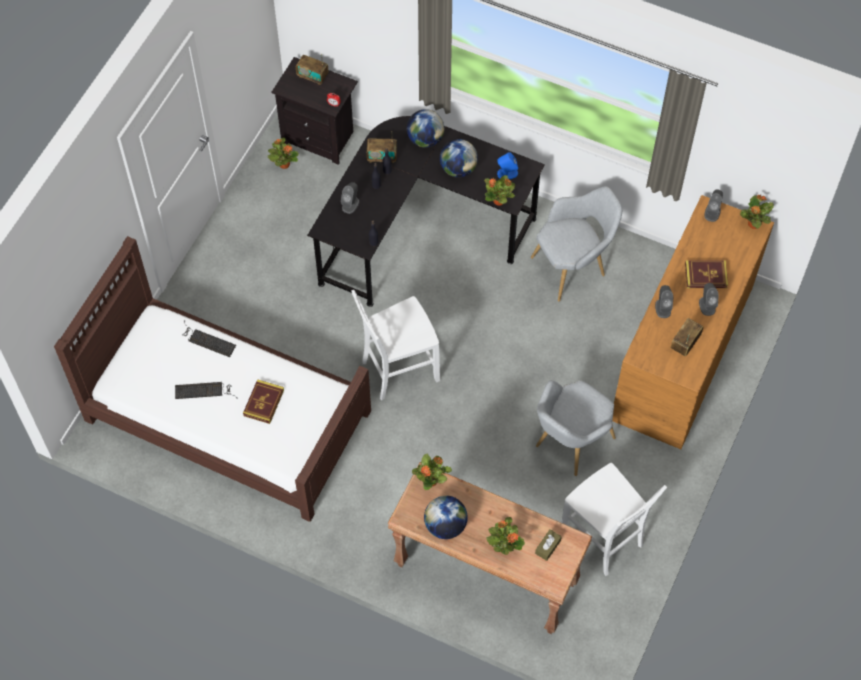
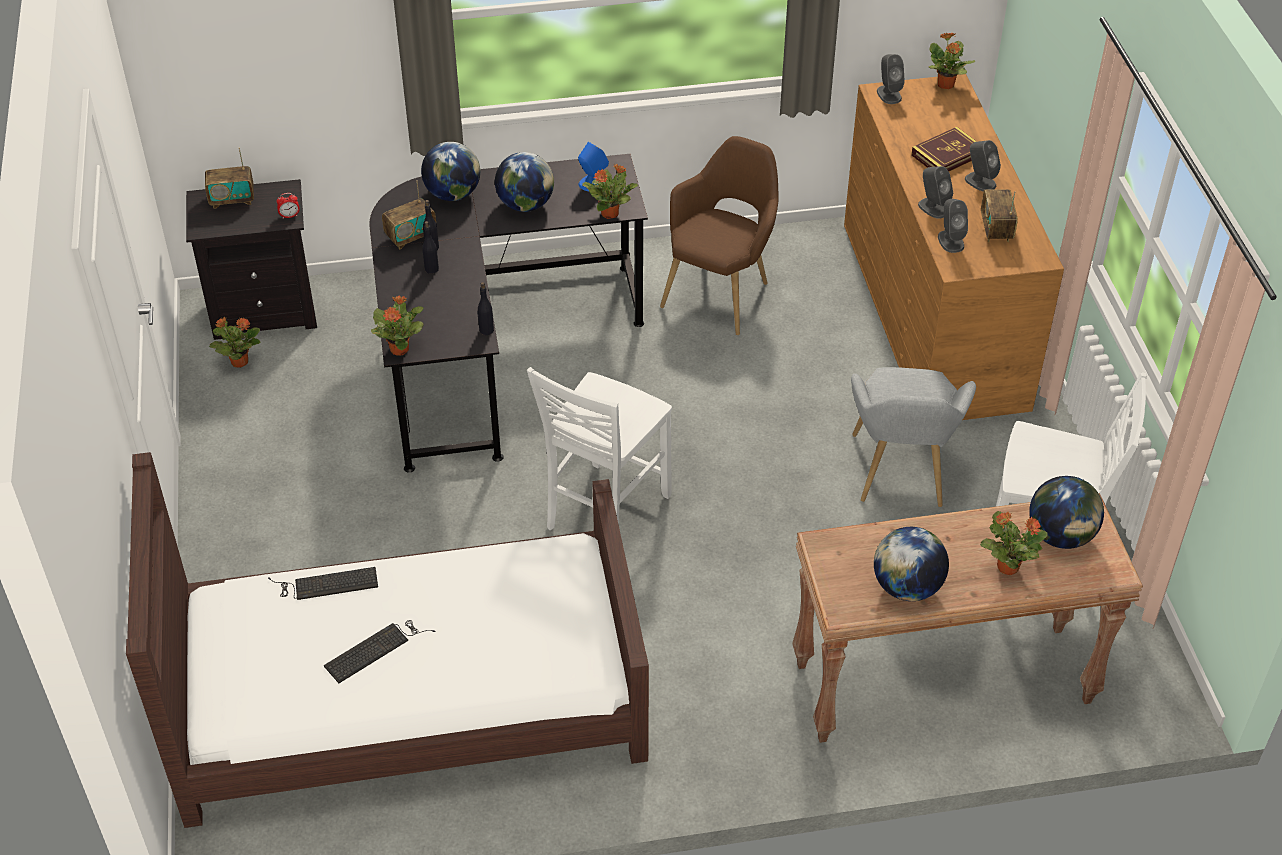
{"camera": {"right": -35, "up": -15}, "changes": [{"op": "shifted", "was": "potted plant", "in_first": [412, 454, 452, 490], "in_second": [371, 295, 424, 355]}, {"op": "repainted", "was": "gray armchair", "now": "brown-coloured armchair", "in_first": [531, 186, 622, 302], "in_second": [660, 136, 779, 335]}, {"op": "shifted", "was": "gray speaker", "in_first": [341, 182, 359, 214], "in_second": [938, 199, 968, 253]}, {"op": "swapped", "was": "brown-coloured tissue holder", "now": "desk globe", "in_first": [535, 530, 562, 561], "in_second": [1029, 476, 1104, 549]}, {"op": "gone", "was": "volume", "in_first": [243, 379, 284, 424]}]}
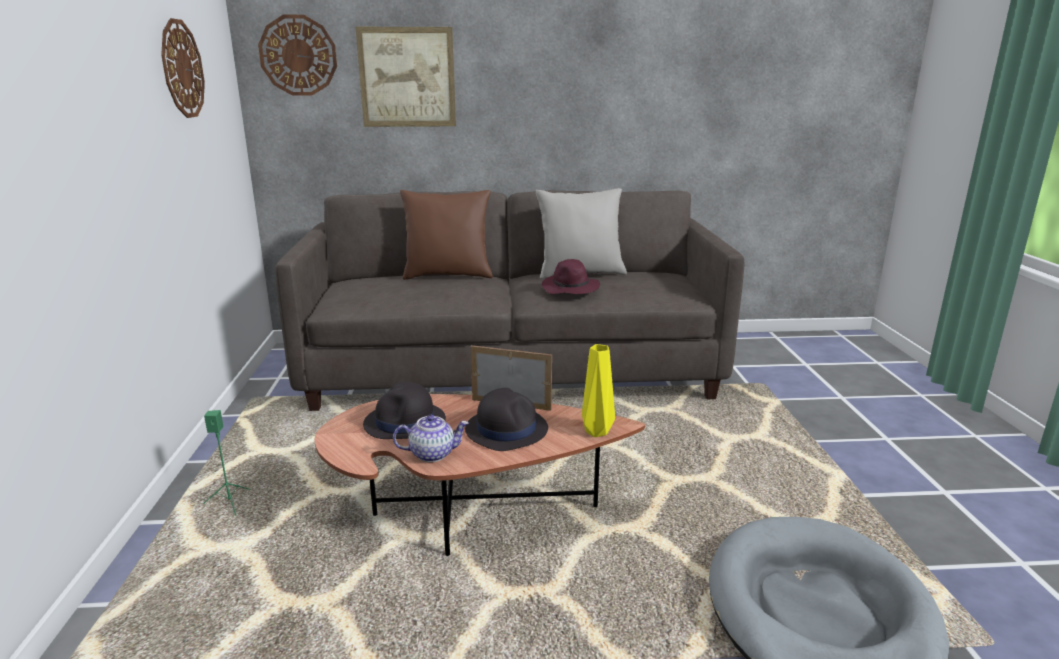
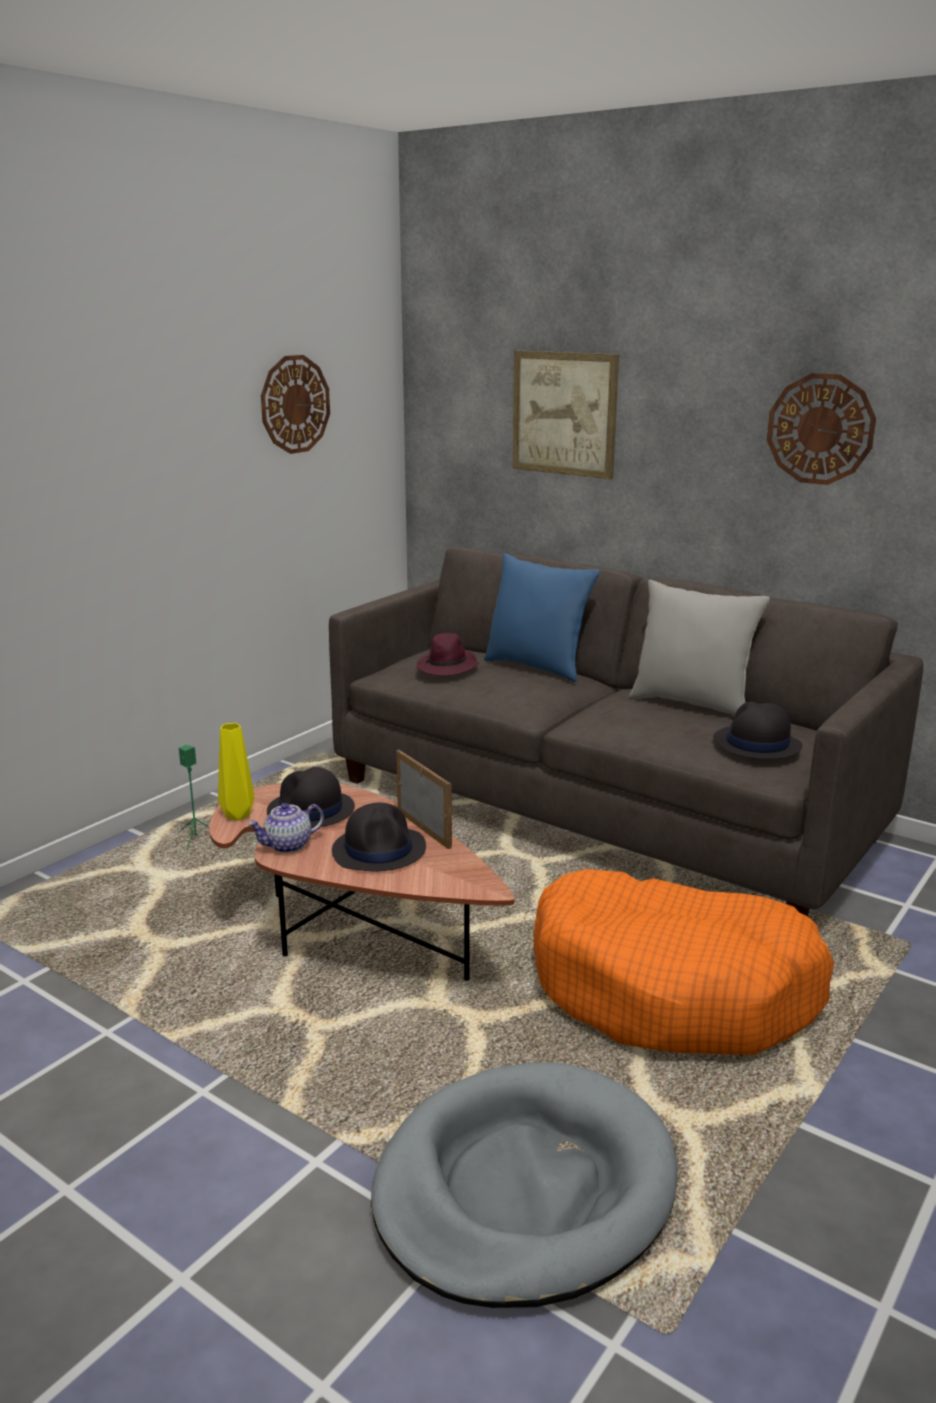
{"camera": {"right": 40, "up": 0}, "changes": [{"op": "shifted", "was": "yellow-coloured vase", "in_first": [582, 344, 615, 437], "in_second": [218, 723, 254, 820]}, {"op": "rotated", "was": "pot for tea", "in_first": [393, 415, 469, 462], "in_second": [248, 803, 324, 853], "clockwise": 120}, {"op": "shifted", "was": "purple hat", "in_first": [542, 259, 600, 294], "in_second": [416, 633, 479, 676]}, {"op": "repainted", "was": "brown-coloured throw pillow", "now": "blue throw pillow", "in_first": [400, 190, 493, 280], "in_second": [484, 553, 600, 682]}, {"op": "new", "now": "orange pet bed", "in_second": [533, 869, 834, 1055]}, {"op": "new", "now": "blackish hat", "in_second": [713, 702, 802, 759]}, {"op": "shifted", "was": "wall clock", "in_first": [258, 15, 337, 96], "in_second": [767, 373, 876, 485]}]}
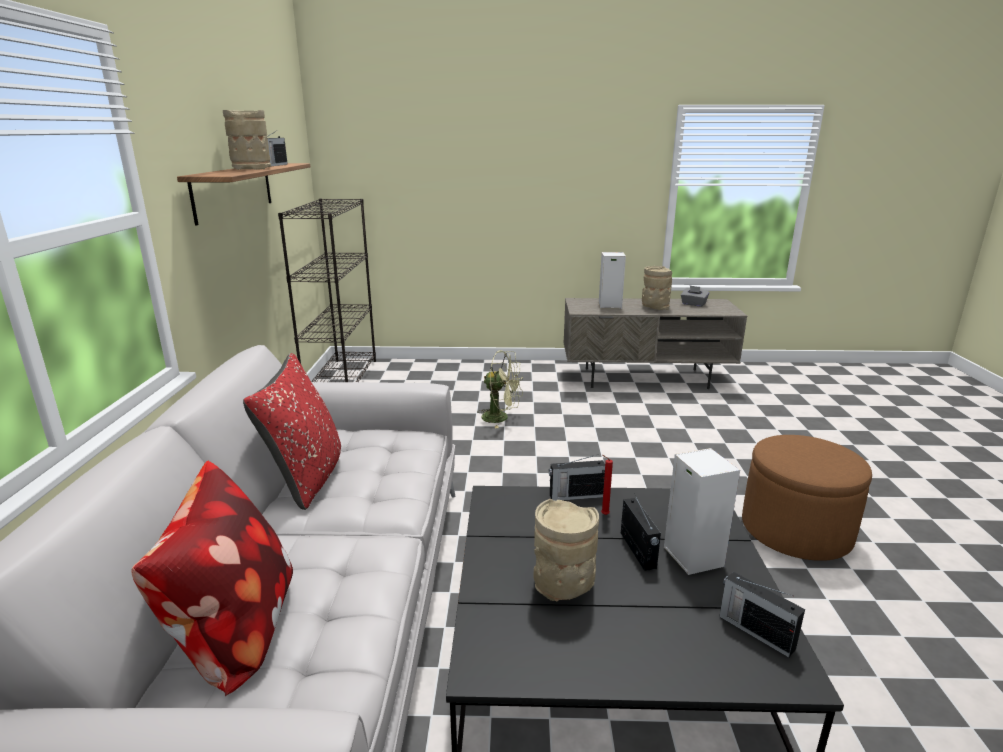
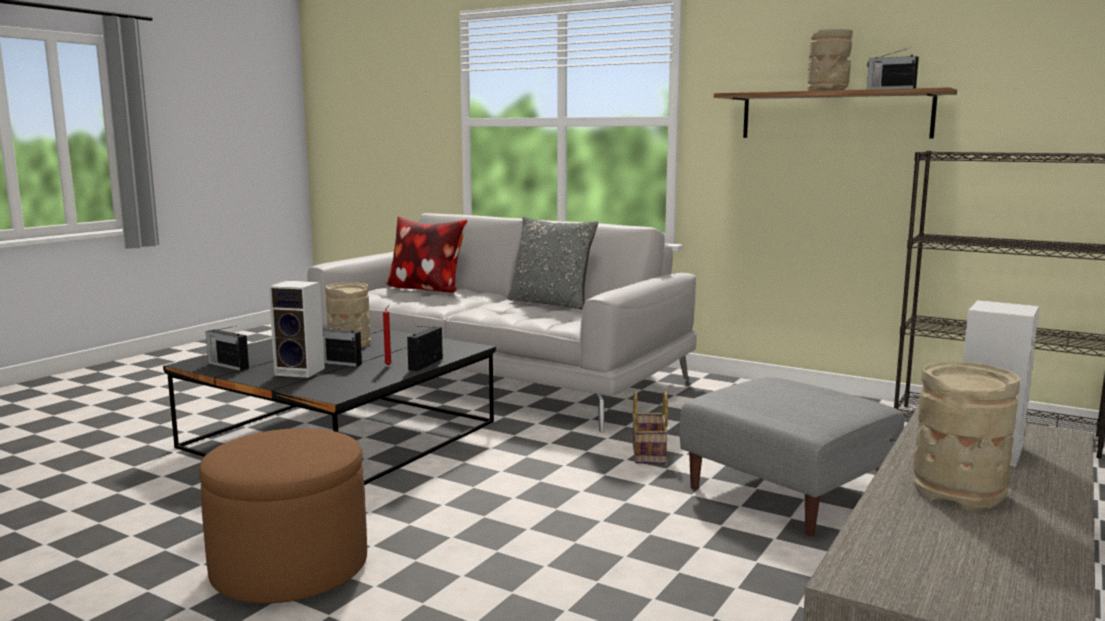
{"camera": {"right": 120, "up": -10}, "changes": [{"op": "rotated", "was": "radio", "in_first": [719, 572, 805, 658], "in_second": [206, 326, 249, 371], "clockwise": -135}, {"op": "repainted", "was": "reddish throw pillow", "now": "gray throw pillow", "in_first": [243, 353, 341, 510], "in_second": [508, 216, 598, 309]}, {"op": "new", "now": "basket", "in_second": [632, 390, 668, 464]}, {"op": "swapped", "was": "greenish cooling fan", "now": "gray footrest", "in_first": [477, 350, 523, 428], "in_second": [680, 377, 904, 536]}, {"op": "gone", "was": "gray tissue holder", "in_first": [681, 285, 709, 307]}]}
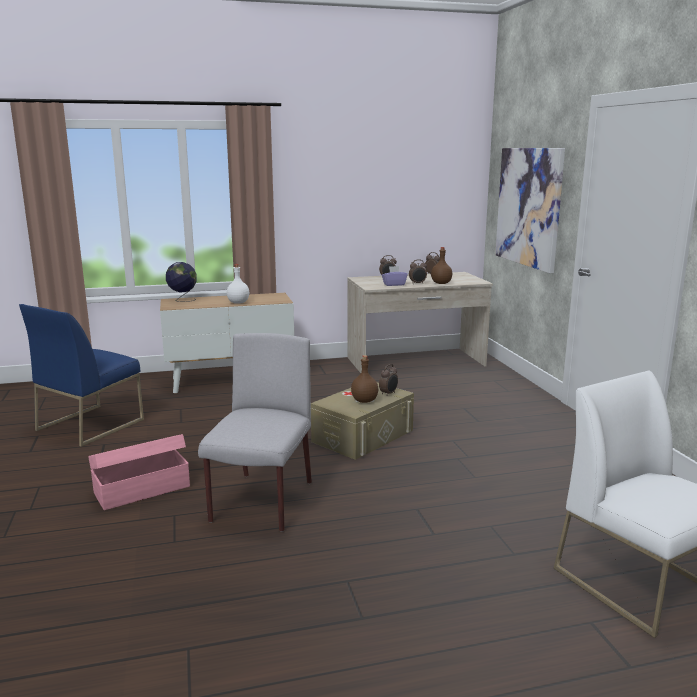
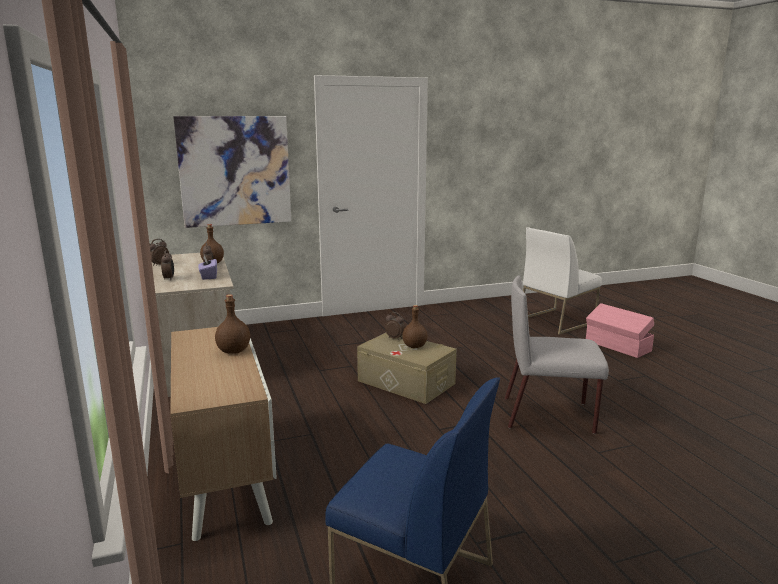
{"camera": {"right": -95, "up": 0}, "changes": [{"op": "repainted", "was": "white-coloured bottle", "now": "brown-coloured bottle", "in_first": [227, 264, 249, 304], "in_second": [215, 294, 250, 354]}, {"op": "shifted", "was": "pink storage box", "in_first": [88, 434, 190, 510], "in_second": [586, 303, 654, 358]}, {"op": "gone", "was": "desk globe", "in_first": [166, 262, 197, 302]}]}
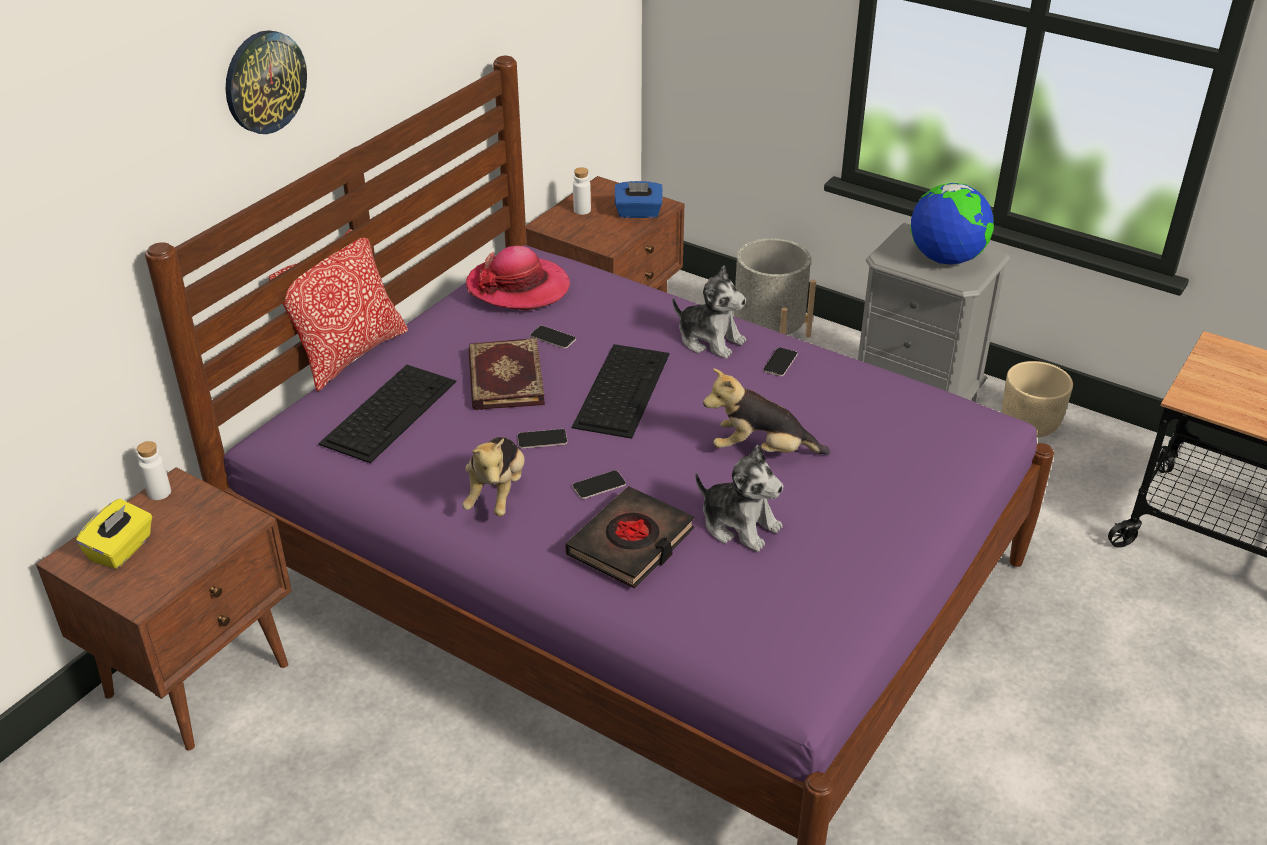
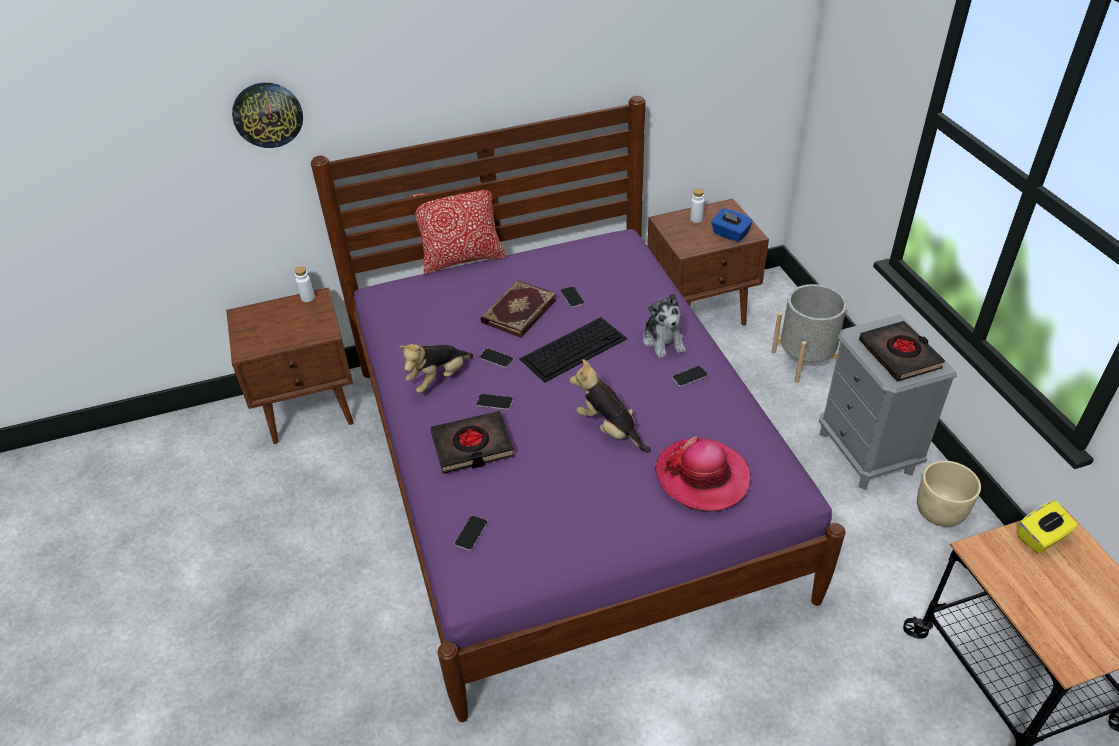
{"camera": {"right": 40, "up": 5}, "changes": [{"op": "shifted", "was": "wall clock", "in_first": [226, 30, 307, 134], "in_second": [232, 83, 303, 148]}, {"op": "new", "now": "handset", "in_second": [454, 516, 488, 550]}, {"op": "shifted", "was": "hat", "in_first": [466, 246, 570, 311], "in_second": [654, 436, 750, 511]}, {"op": "swapped", "was": "desk globe", "now": "blackish volume", "in_first": [911, 183, 994, 265], "in_second": [859, 321, 945, 381]}, {"op": "shifted", "was": "yellow-coloured tissue holder", "in_first": [76, 499, 152, 569], "in_second": [1018, 501, 1078, 554]}, {"op": "gone", "was": "computer keyboard", "in_first": [318, 365, 456, 463]}, {"op": "gone", "was": "cuddly toy", "in_first": [696, 445, 783, 552]}]}
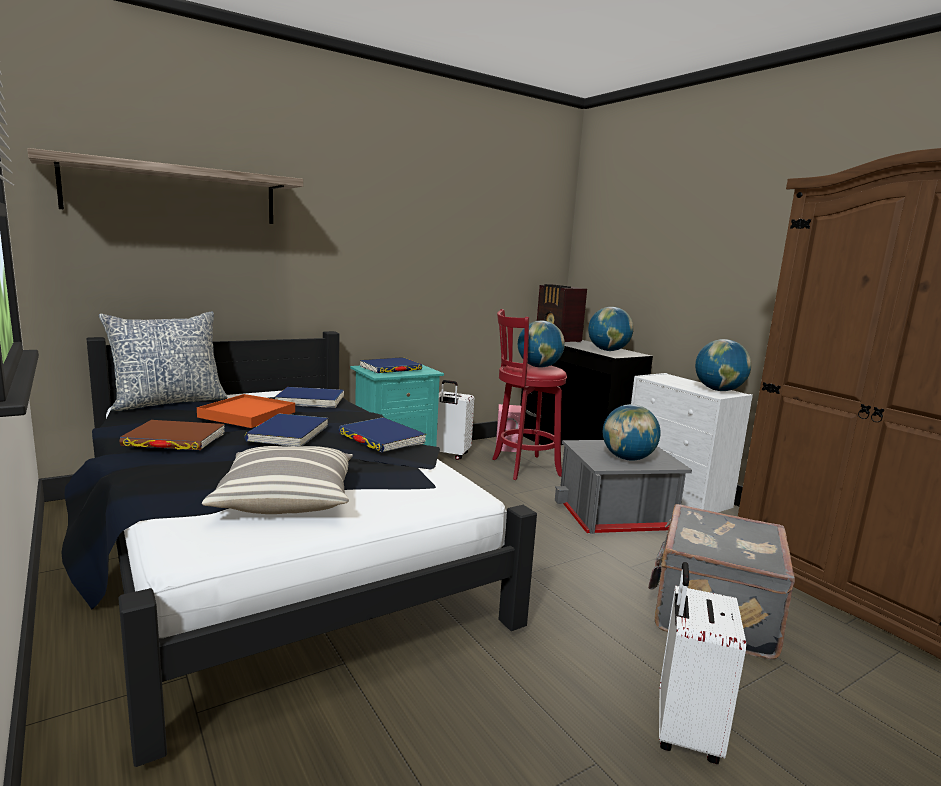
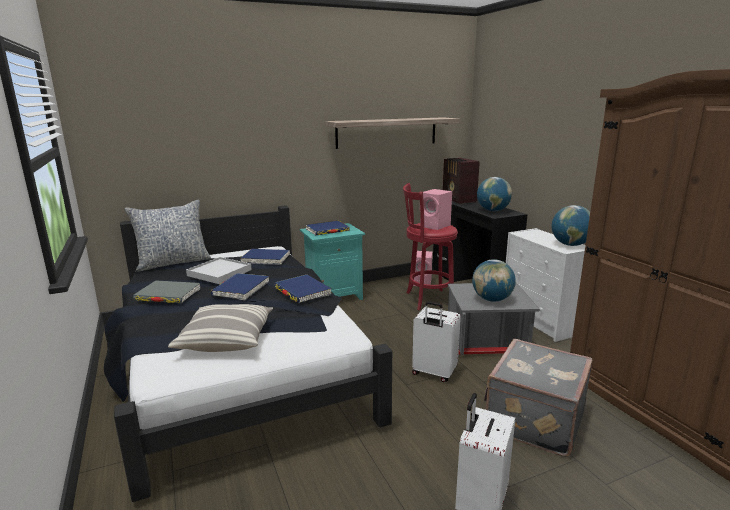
{"camera": {"right": 10, "up": 5}, "changes": [{"op": "repainted", "was": "brown-coloured volume", "now": "gray volume", "in_first": [119, 420, 225, 450], "in_second": [133, 280, 200, 303]}, {"op": "repainted", "was": "orange carrying tray", "now": "white-coloured carrying tray", "in_first": [197, 394, 295, 428], "in_second": [186, 257, 252, 284]}, {"op": "shifted", "was": "bracket shelf", "in_first": [27, 148, 303, 224], "in_second": [325, 117, 460, 149]}, {"op": "shifted", "was": "white-coloured travel case", "in_first": [436, 380, 474, 460], "in_second": [412, 301, 461, 382]}, {"op": "swapped", "was": "desk globe", "now": "pink speaker", "in_first": [518, 321, 565, 367], "in_second": [420, 189, 452, 230]}]}
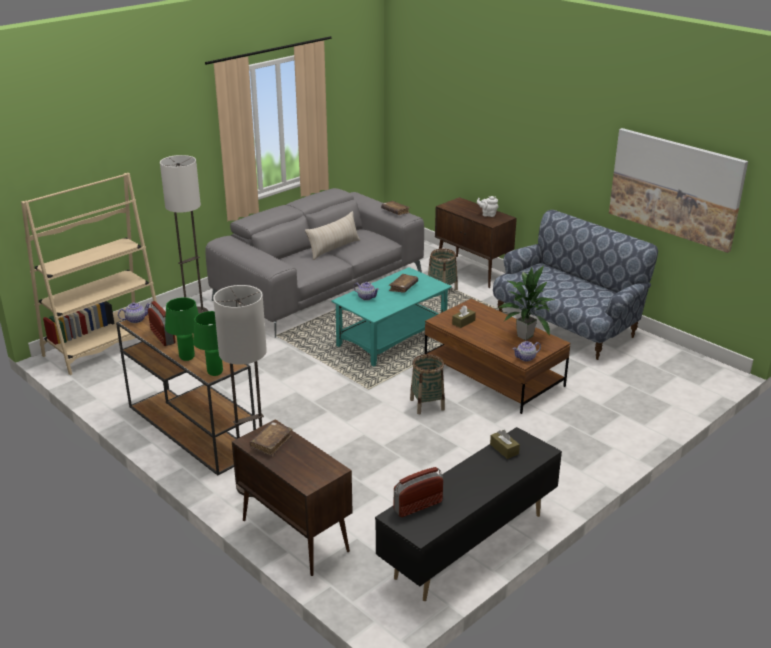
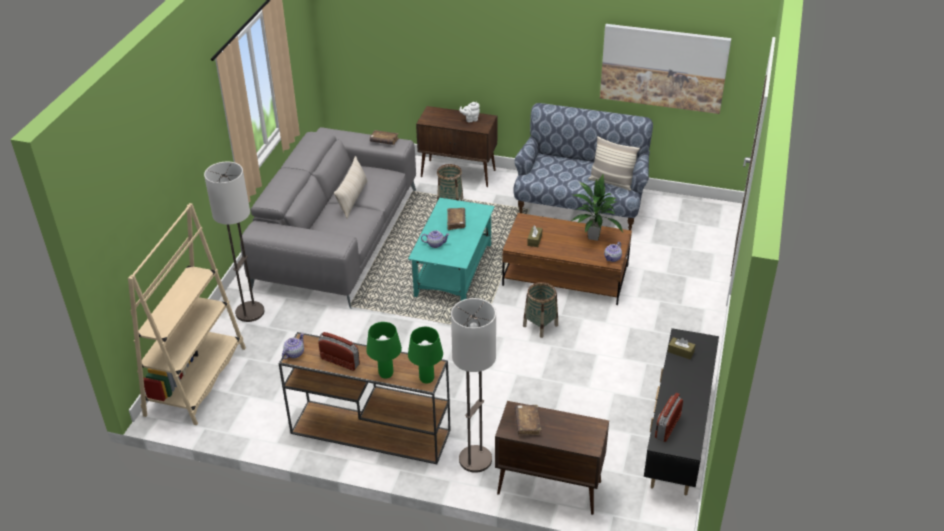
{"camera": {"right": -30, "up": 10}, "changes": [{"op": "new", "now": "throw pillow", "in_second": [588, 136, 640, 191]}]}
